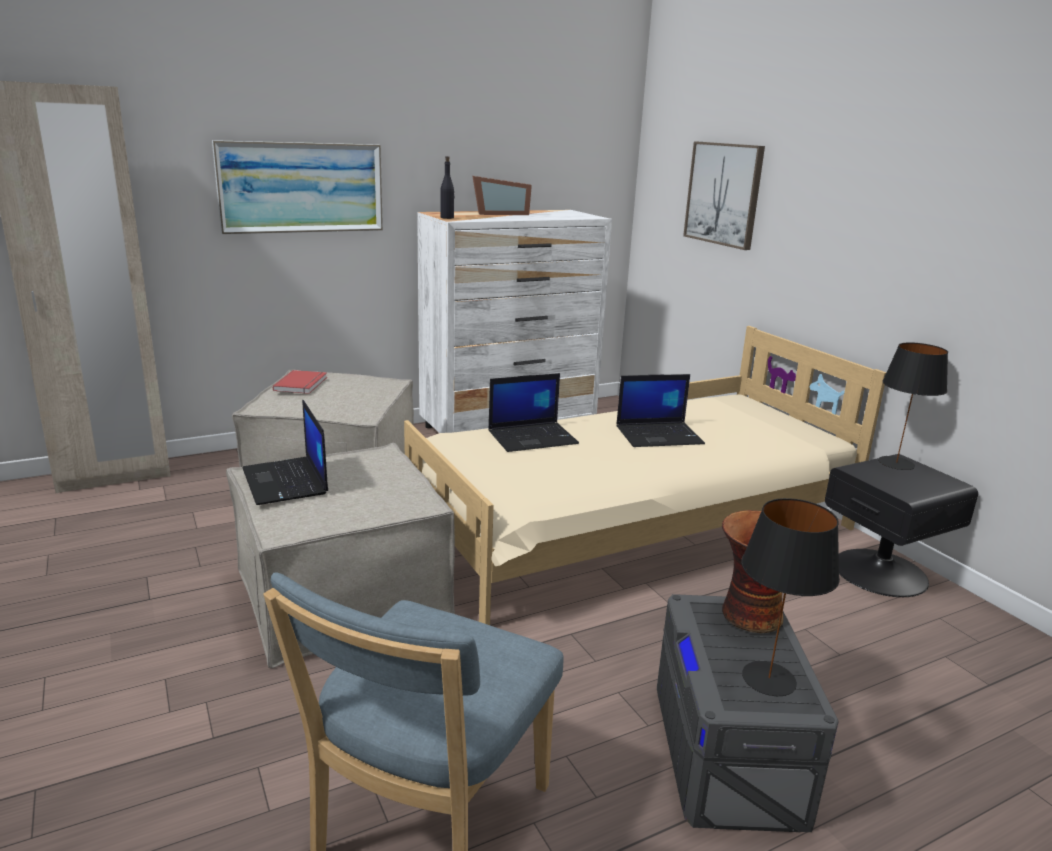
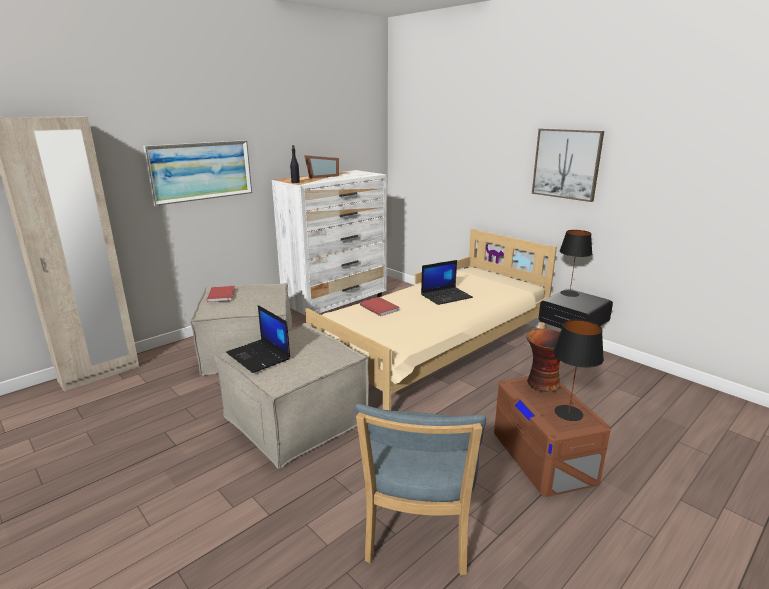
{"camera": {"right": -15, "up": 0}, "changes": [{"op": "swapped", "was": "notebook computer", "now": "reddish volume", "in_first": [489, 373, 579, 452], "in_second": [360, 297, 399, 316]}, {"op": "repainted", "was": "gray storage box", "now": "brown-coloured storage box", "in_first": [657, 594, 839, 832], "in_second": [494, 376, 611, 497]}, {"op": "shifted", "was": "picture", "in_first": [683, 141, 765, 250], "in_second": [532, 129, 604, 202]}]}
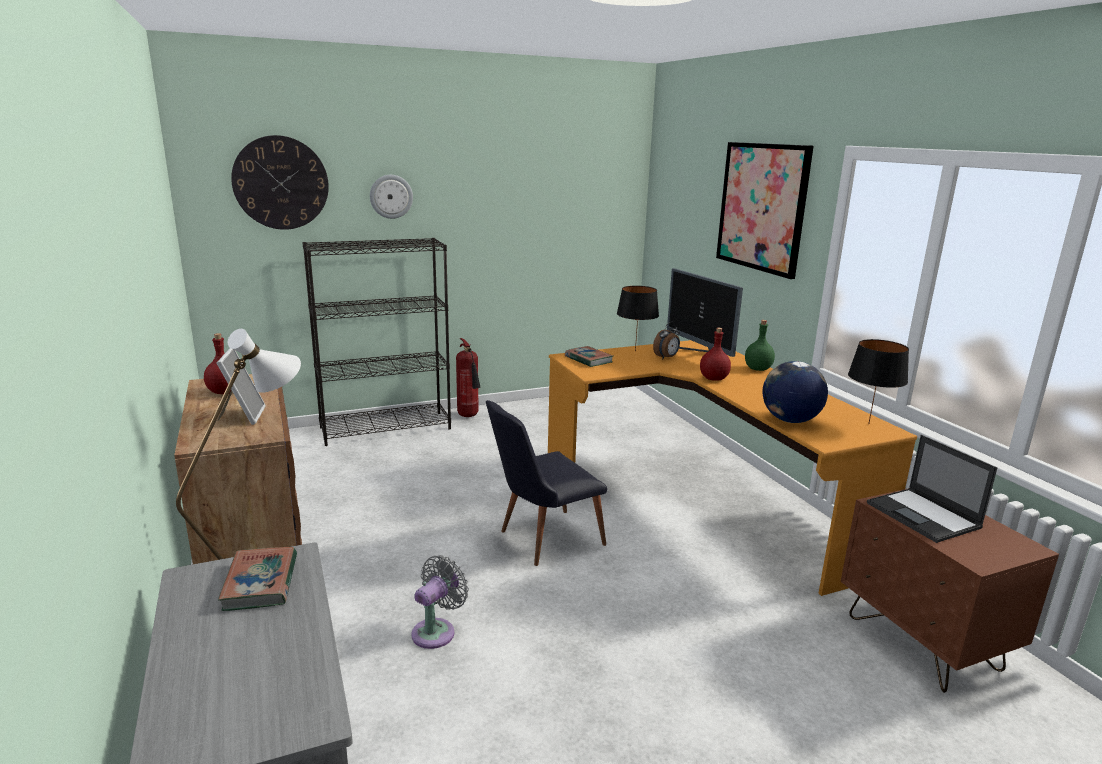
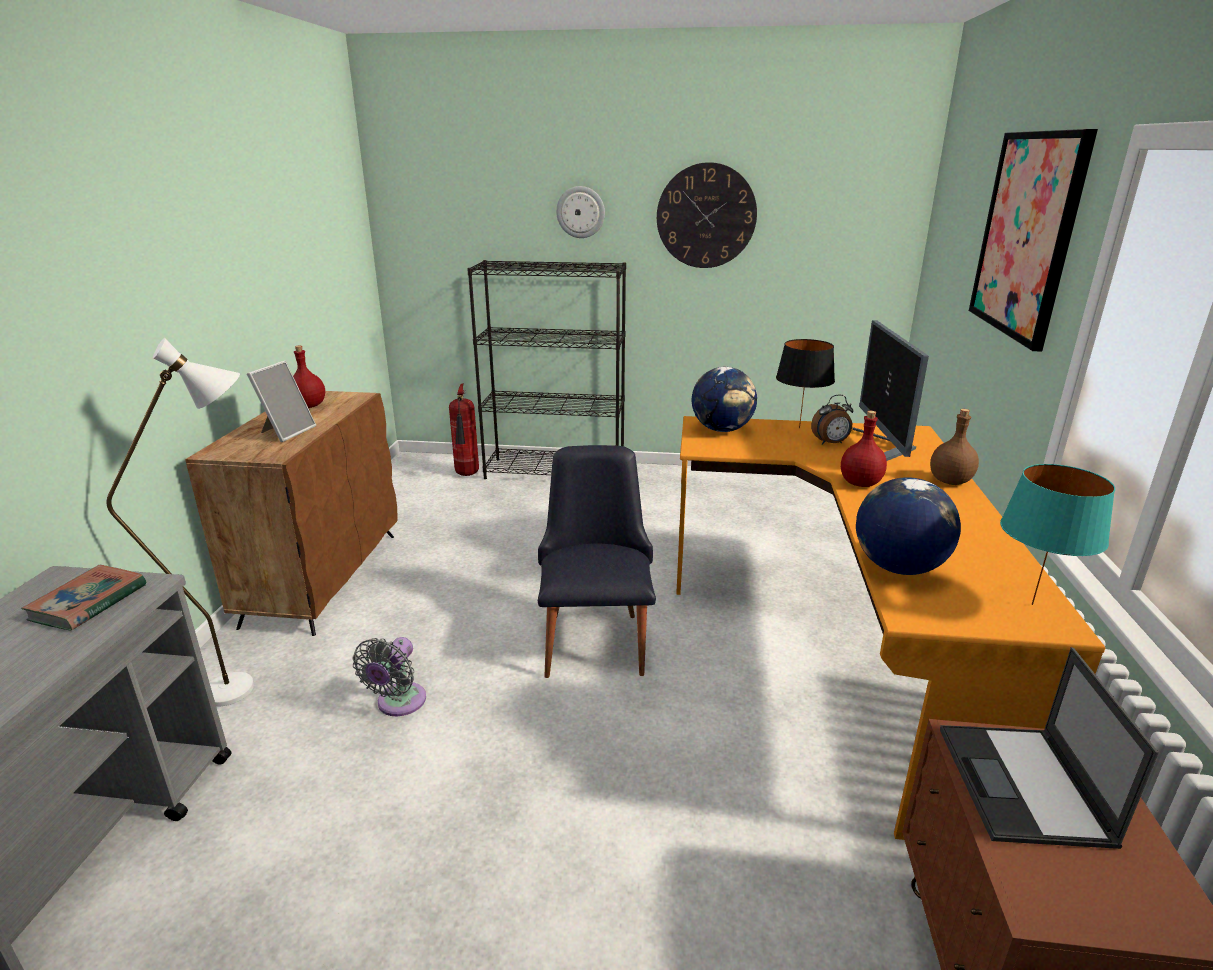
{"camera": {"right": 30, "up": 5}, "changes": [{"op": "rotated", "was": "gray cooling fan", "in_first": [411, 555, 469, 649], "in_second": [353, 637, 426, 716], "clockwise": 135}, {"op": "shifted", "was": "fire extinguisher", "in_first": [456, 338, 481, 417], "in_second": [449, 384, 479, 476]}, {"op": "rotated", "was": "blackish chair", "in_first": [486, 400, 607, 566], "in_second": [538, 445, 656, 678], "clockwise": 90}, {"op": "shifted", "was": "wall clock", "in_first": [231, 135, 329, 230], "in_second": [657, 162, 757, 268]}, {"op": "swapped", "was": "volume", "now": "desk globe", "in_first": [565, 346, 613, 367], "in_second": [692, 367, 757, 432]}, {"op": "repainted", "was": "greenish bottle", "now": "brown-coloured bottle", "in_first": [745, 320, 775, 371], "in_second": [930, 409, 979, 485]}, {"op": "repainted", "was": "blackish tabletop lamp", "now": "blue-green tabletop lamp", "in_first": [848, 339, 909, 423], "in_second": [1000, 464, 1115, 605]}]}
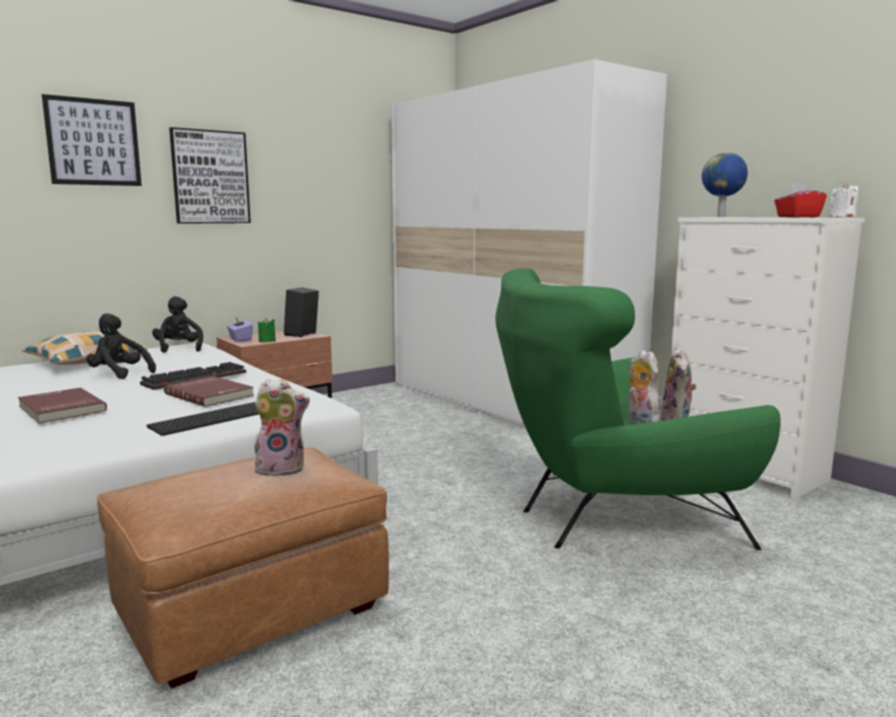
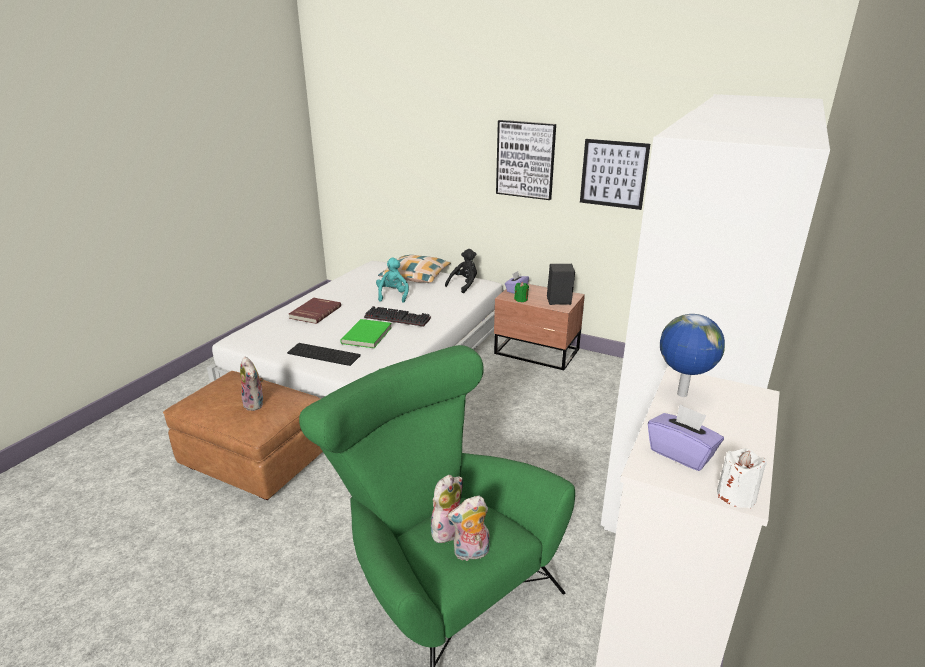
{"camera": {"right": 65, "up": 15}, "changes": [{"op": "repainted", "was": "reddish volume", "now": "greenish volume", "in_first": [164, 376, 254, 407], "in_second": [340, 319, 392, 348]}, {"op": "repainted", "was": "blackish cuddly toy", "now": "blue-green cuddly toy", "in_first": [86, 313, 156, 379], "in_second": [376, 257, 409, 303]}, {"op": "shifted", "was": "picture", "in_first": [42, 94, 142, 186], "in_second": [580, 139, 650, 210]}, {"op": "repainted", "was": "reddish tissue holder", "now": "purple tissue holder", "in_first": [774, 183, 827, 217], "in_second": [648, 404, 724, 471]}]}
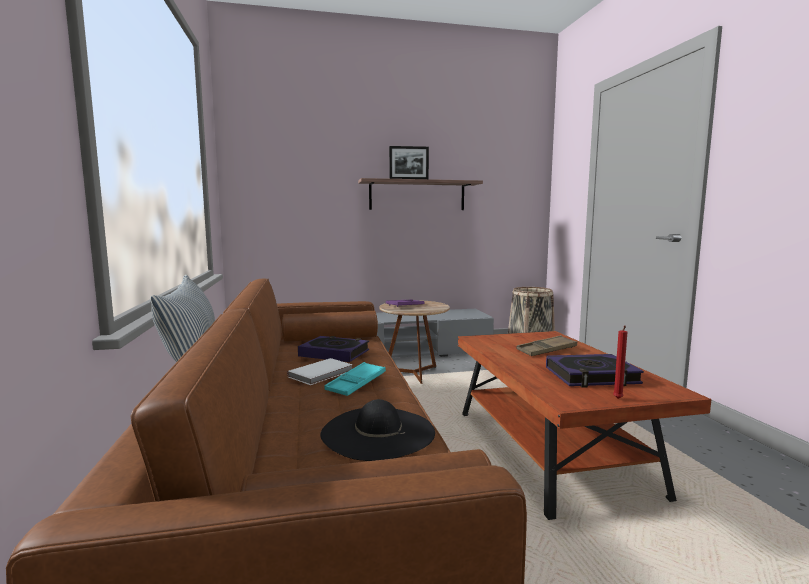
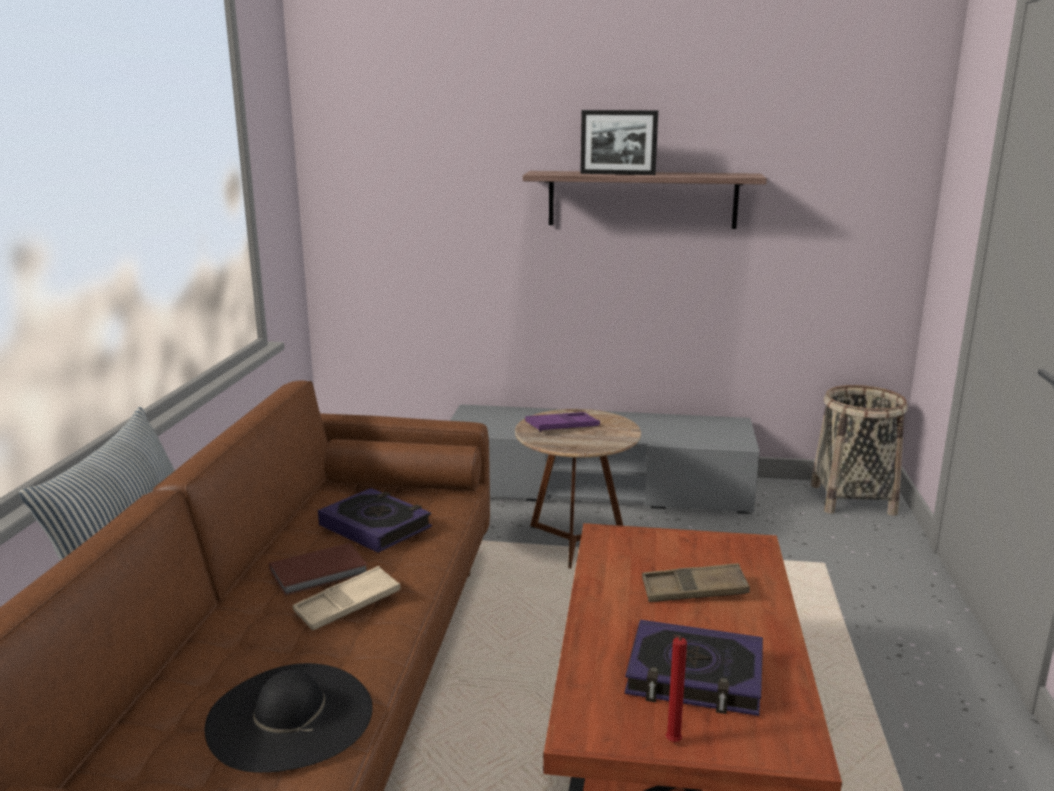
{"camera": {"right": 20, "up": 10}, "changes": [{"op": "repainted", "was": "white-coloured volume", "now": "brown-coloured volume", "in_first": [287, 358, 353, 385], "in_second": [269, 543, 368, 596]}, {"op": "repainted", "was": "blue-green carrying tray", "now": "sand-coloured carrying tray", "in_first": [324, 362, 386, 396], "in_second": [293, 566, 400, 631]}]}
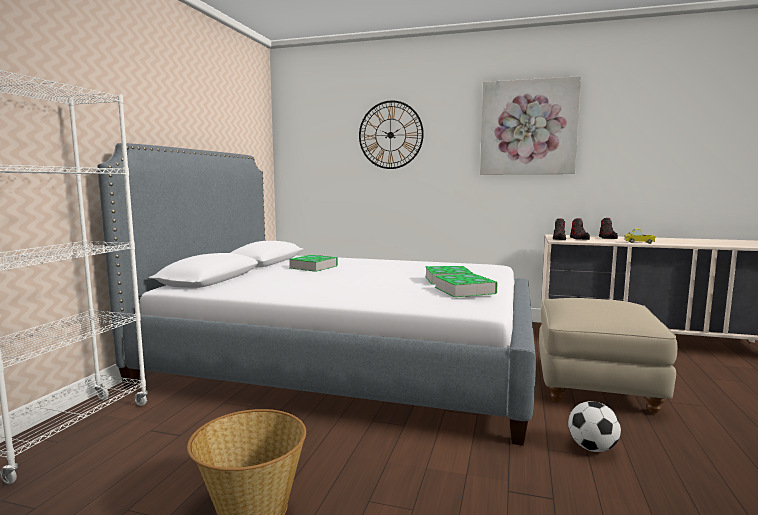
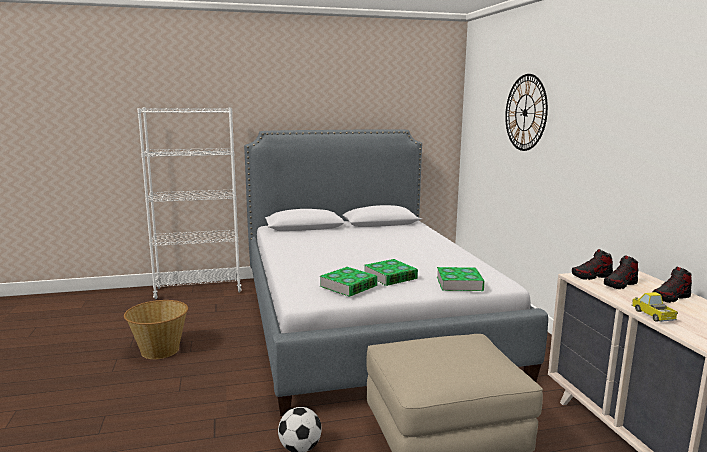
{"camera": {"right": 60, "up": 5}, "changes": [{"op": "shifted", "was": "volume", "in_first": [289, 255, 338, 272], "in_second": [437, 267, 485, 291]}, {"op": "gone", "was": "picture", "in_first": [480, 76, 581, 174]}]}
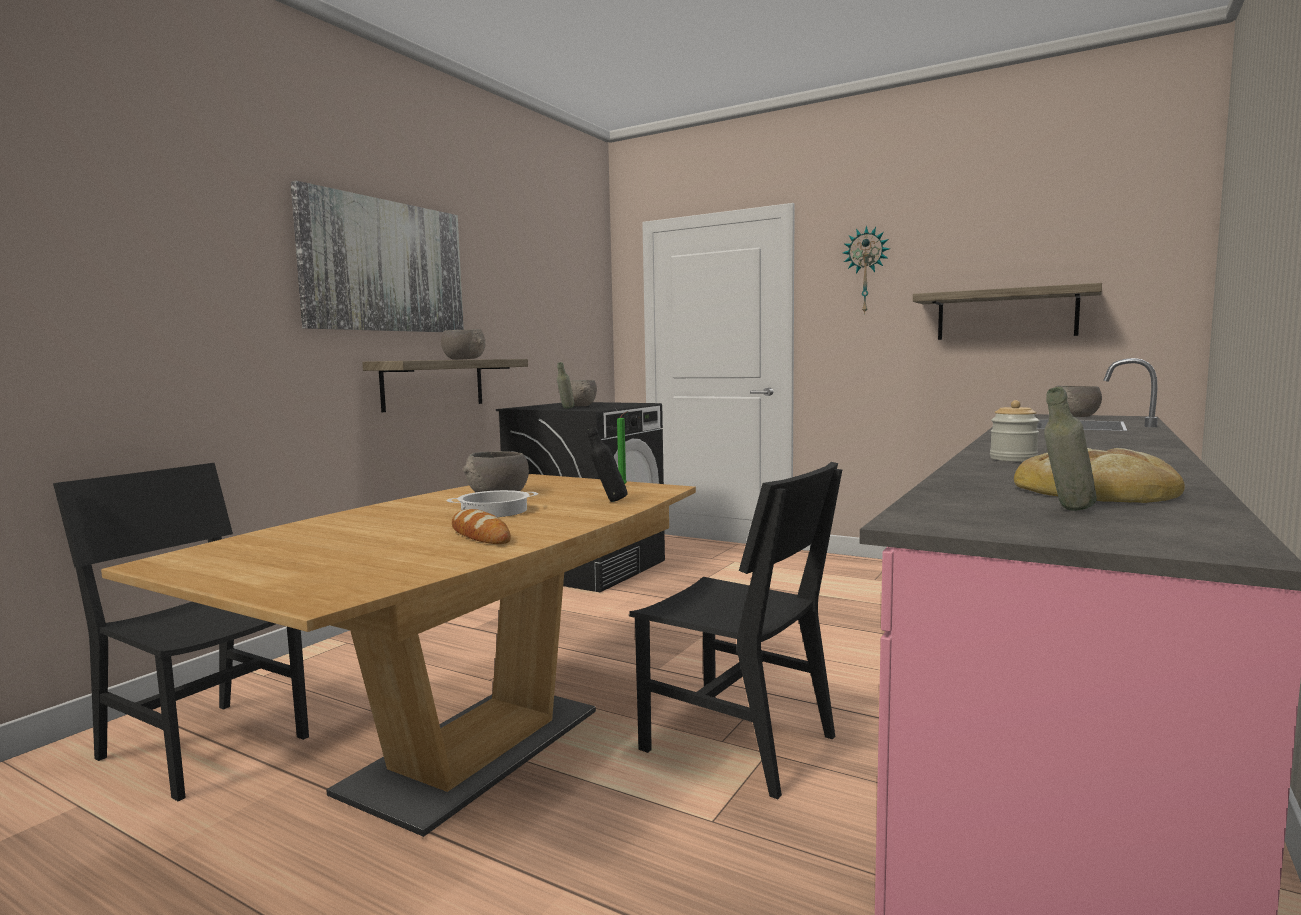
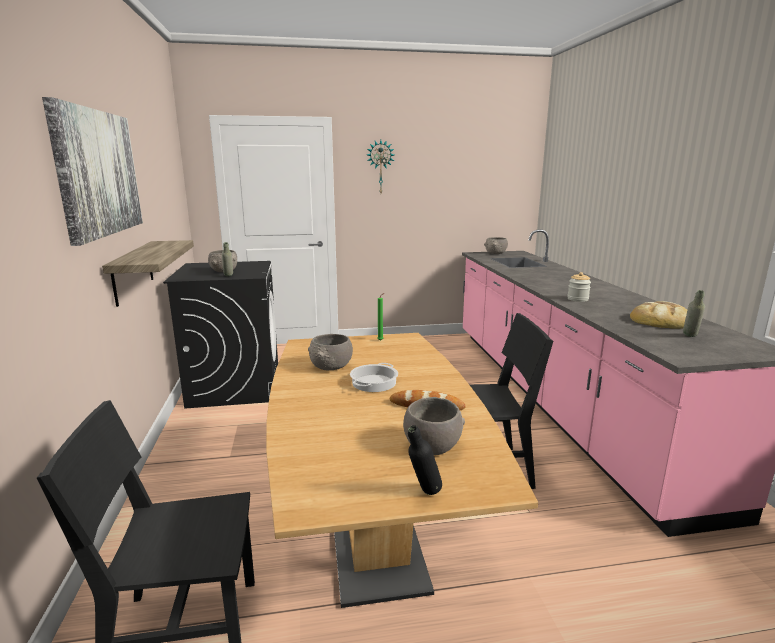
{"camera": {"right": -40, "up": 10}, "changes": [{"op": "shifted", "was": "gray bowl", "in_first": [441, 329, 485, 360], "in_second": [403, 397, 465, 455]}, {"op": "shifted", "was": "blackish bottle", "in_first": [587, 427, 627, 502], "in_second": [408, 425, 442, 495]}, {"op": "gone", "was": "bracket shelf", "in_first": [913, 283, 1102, 340]}]}
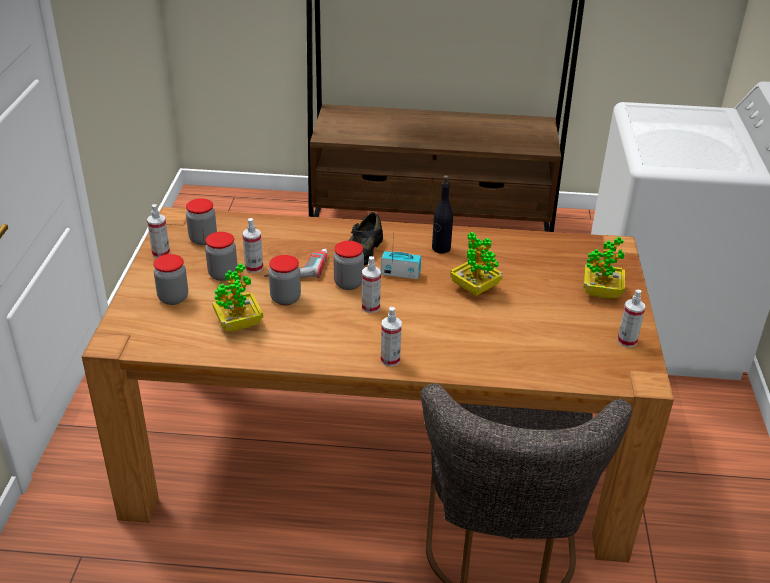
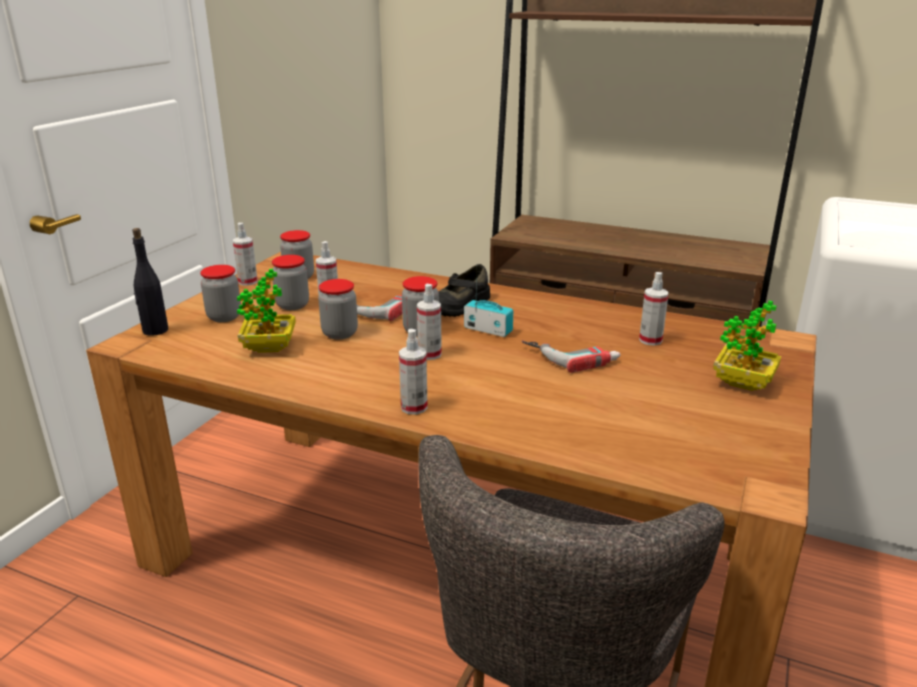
{"camera": {"right": 20, "up": -10}, "changes": [{"op": "shifted", "was": "blackish bottle", "in_first": [432, 175, 453, 254], "in_second": [132, 228, 168, 336]}, {"op": "swapped", "was": "potted plant", "now": "electric drill", "in_first": [450, 232, 503, 296], "in_second": [522, 340, 621, 373]}, {"op": "shifted", "was": "hand sprayer", "in_first": [618, 290, 645, 347], "in_second": [639, 272, 669, 346]}]}
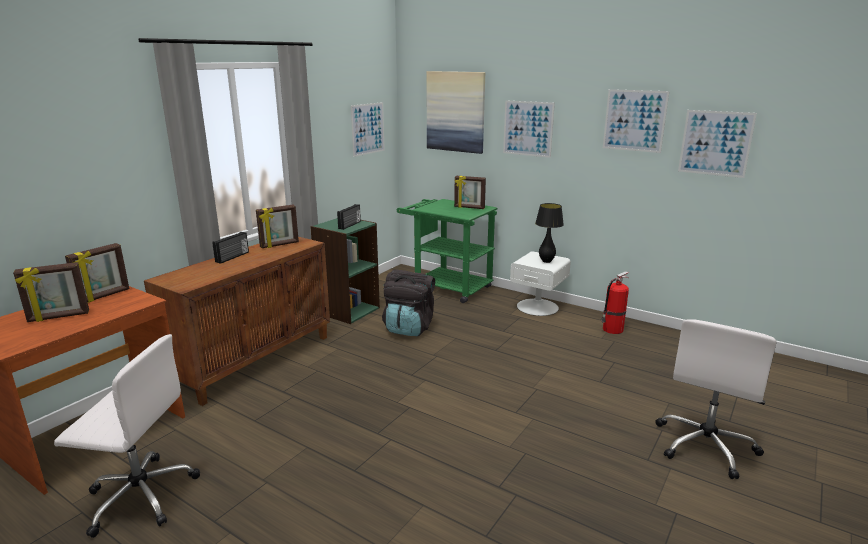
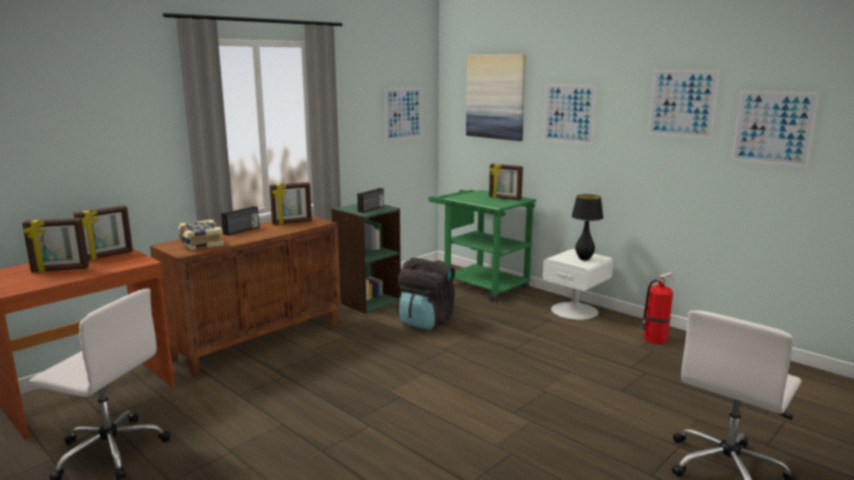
{"camera": {"right": 10, "up": -5}, "changes": [{"op": "new", "now": "volume", "in_second": [178, 219, 224, 250]}]}
